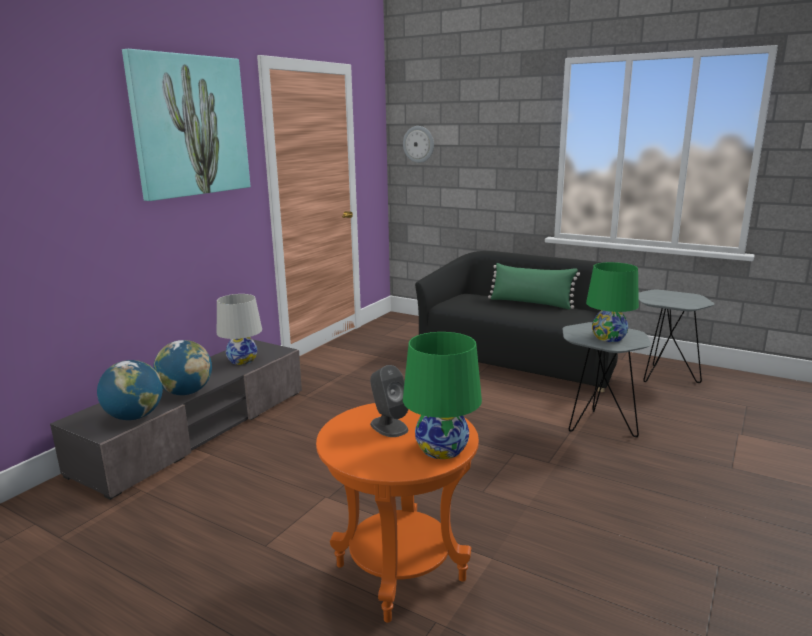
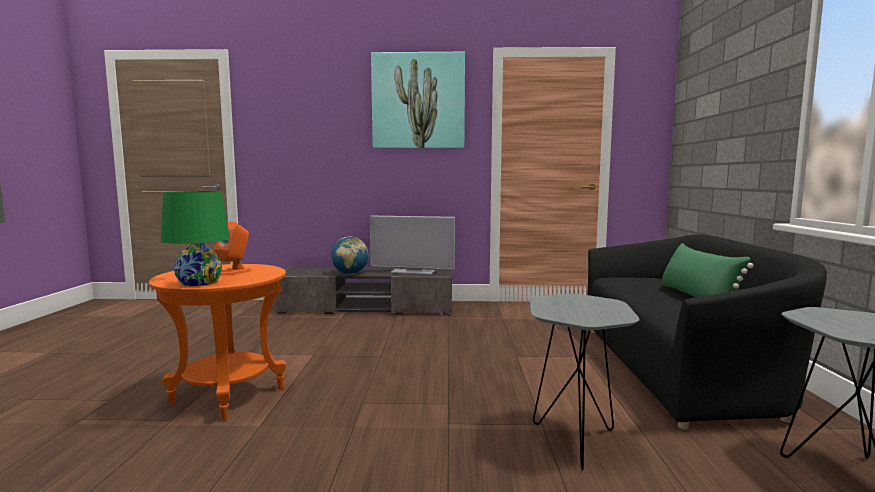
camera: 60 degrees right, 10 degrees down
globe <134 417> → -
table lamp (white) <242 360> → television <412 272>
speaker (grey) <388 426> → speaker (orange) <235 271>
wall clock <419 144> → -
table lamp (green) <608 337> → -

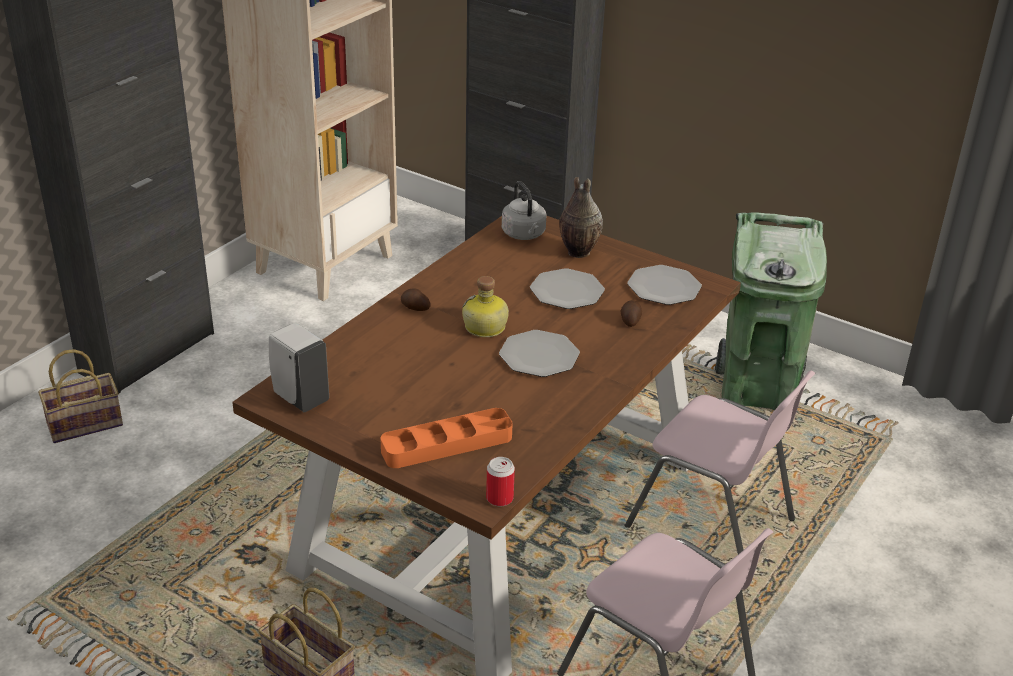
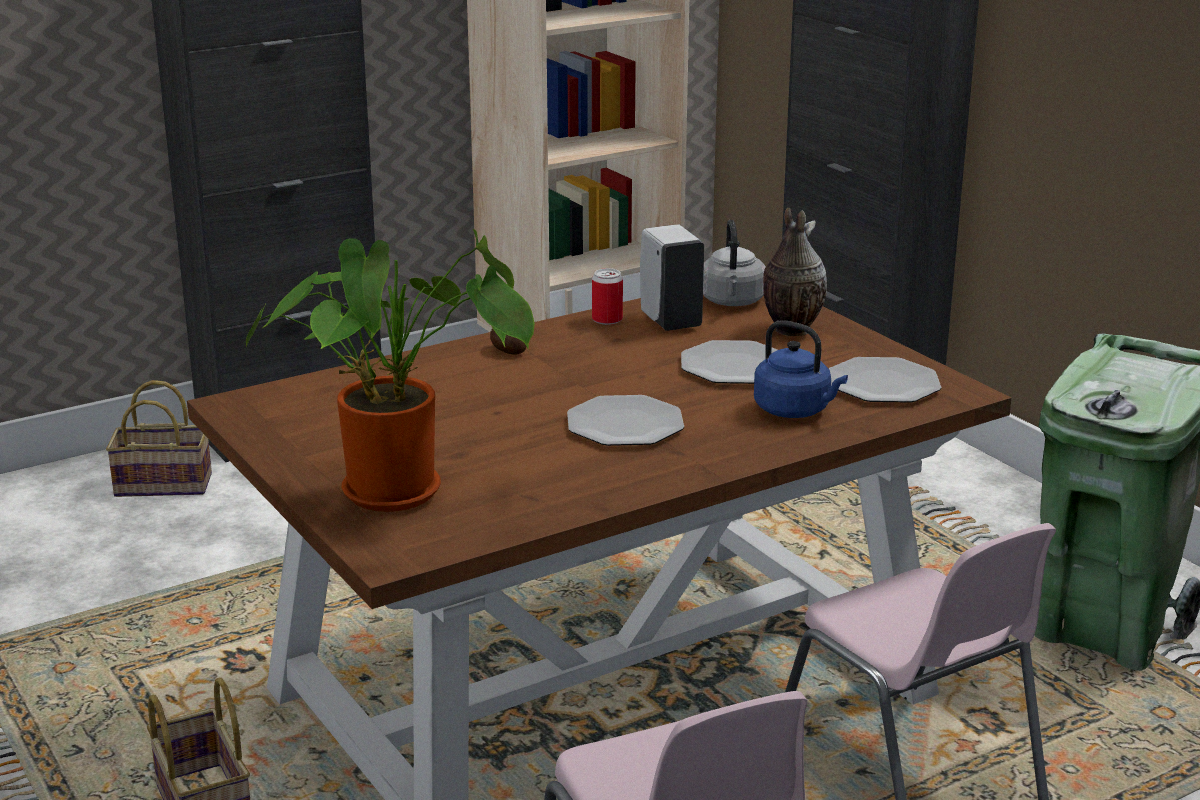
camera: 25 degrees right, 10 degrees down
soap dispenser (white) <300 398> → soap dispenser (white) <669 321>, move
tray (orange) <447 444> → potted plant <403 490>
bottle <485 328> → -
can <499 498> → can <607 320>, move
potato <630 320> → kettle (blue) <795 410>

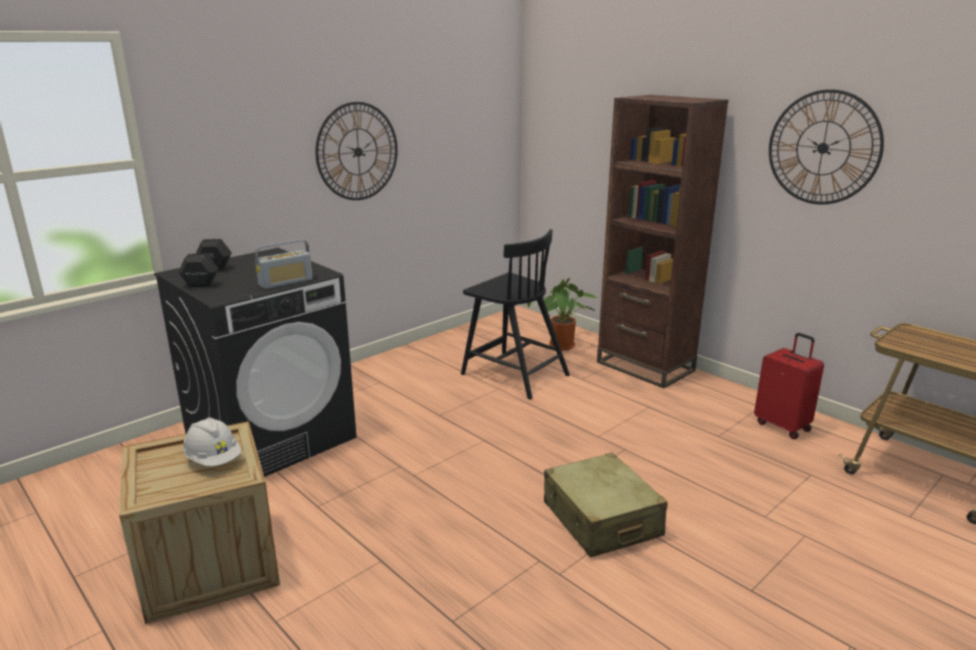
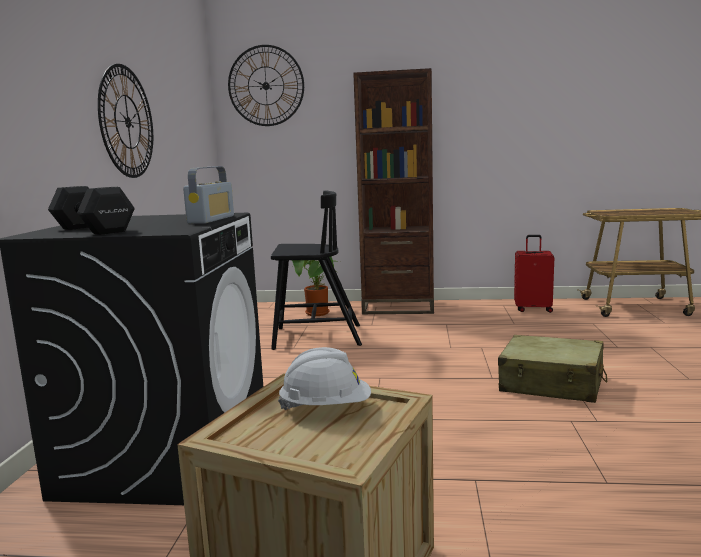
camera: 40 degrees left, 10 degrees down
wall clock <823 148> → wall clock <266 86>, move

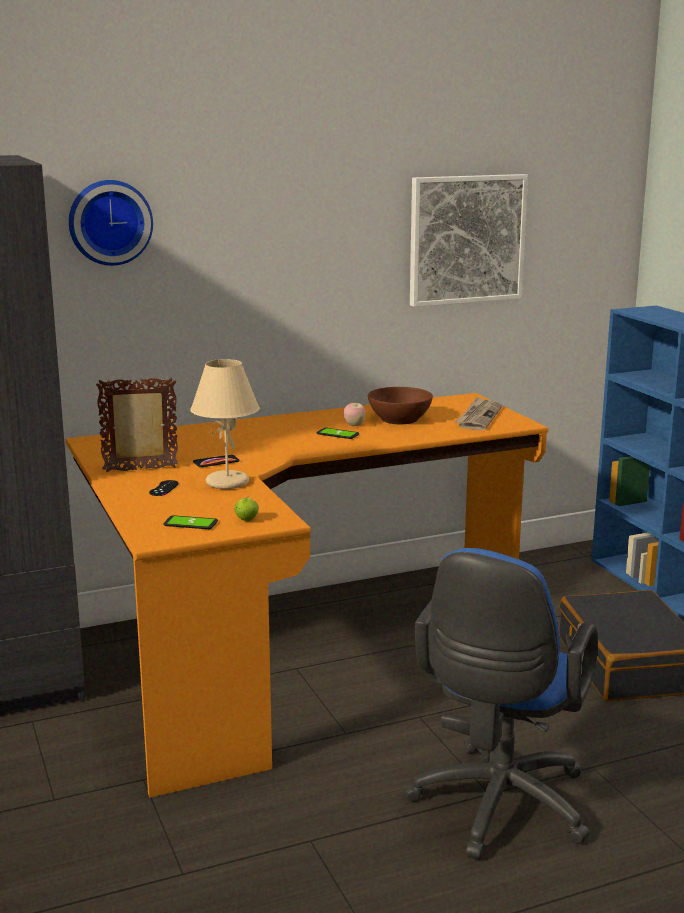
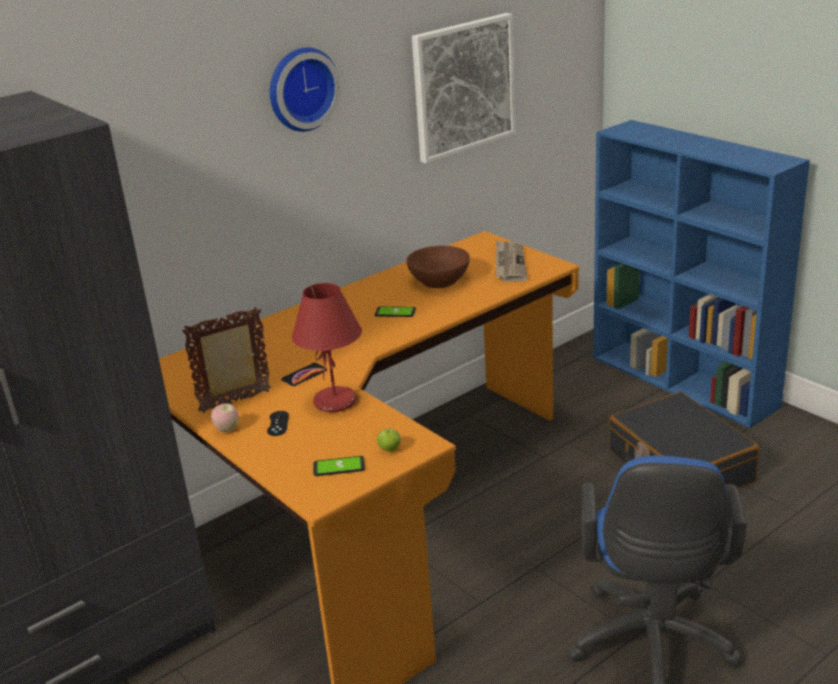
camera: 15 degrees left, 10 degrees up
wall clock <109 222> → wall clock <301 88>, move
table lamp (beige) <227 483> → table lamp (red) <335 402>
apple <354 425> → apple <227 429>, move

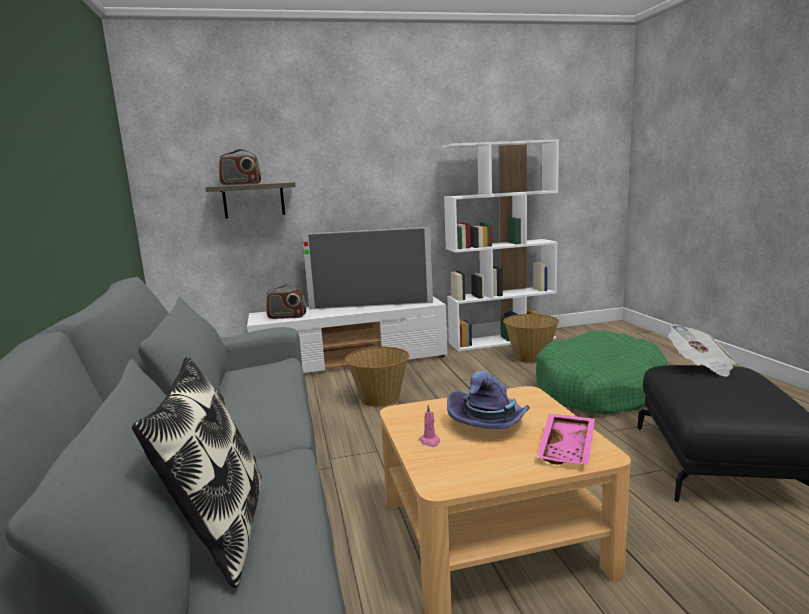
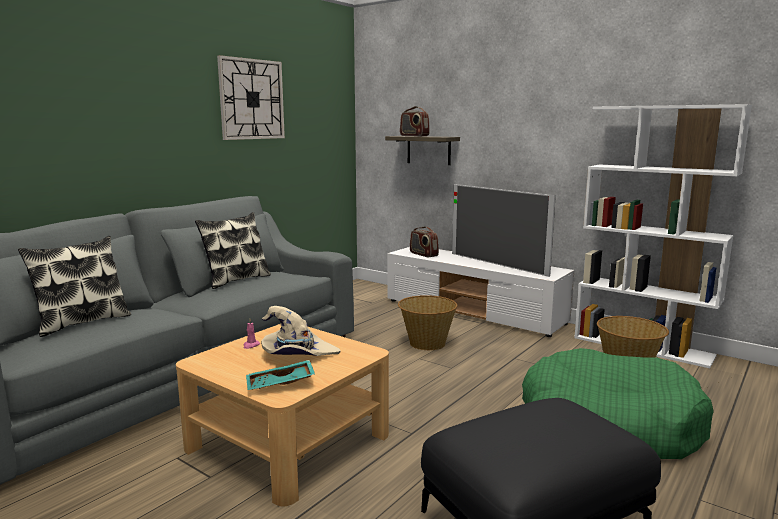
camera: 50 degrees right, 0 degrees up
hat (purple) <490 423> → hat (beige) <297 354>
tray (pink) <568 448> → tray (turquoise) <280 384>
newspaper <700 366> → -
- → pillow <236 280>
- → wall clock <252 99>

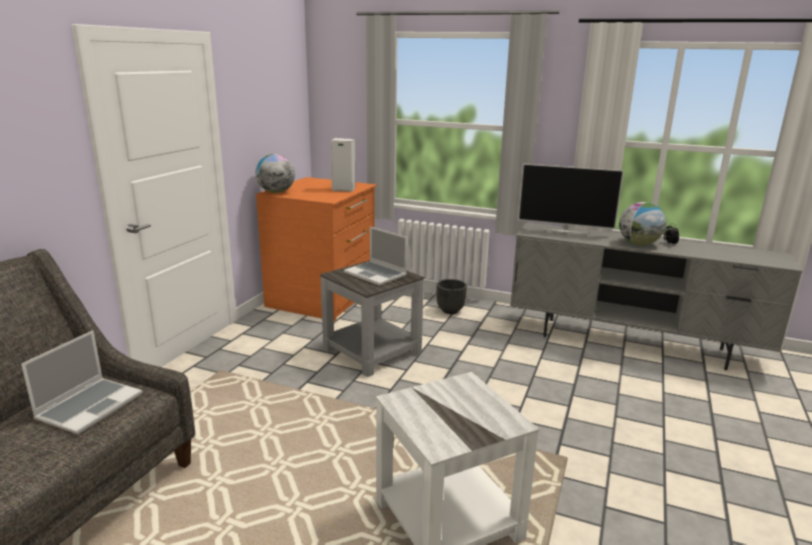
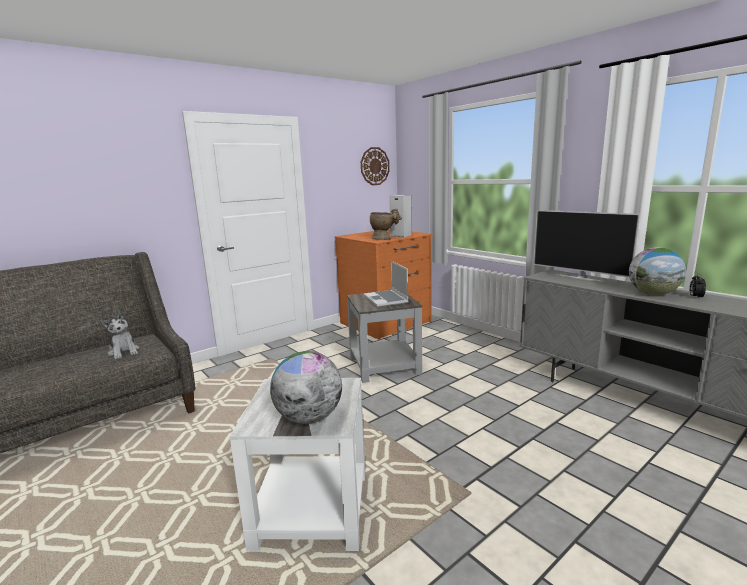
camera: 30 degrees right, 5 degrees down
laptop <90 406> → plush toy <124 352>
globe <276 192> → globe <309 418>, move
planter (black) <450 310> → -
- → wall clock <374 166>
- → vase (beige) <384 238>

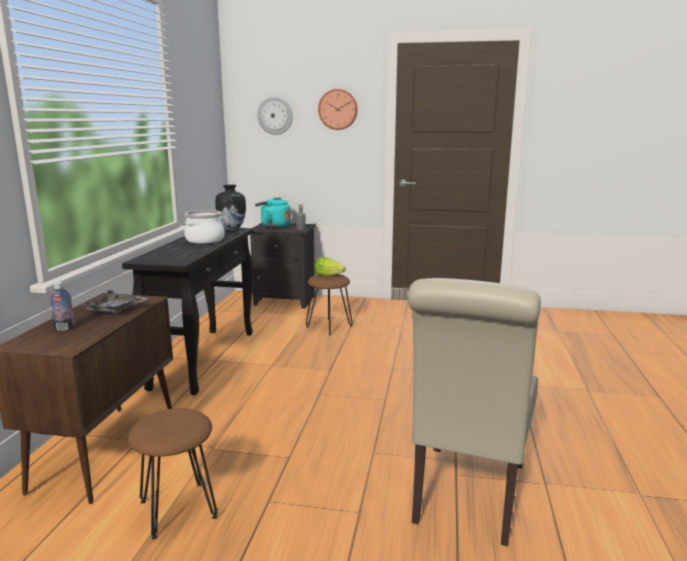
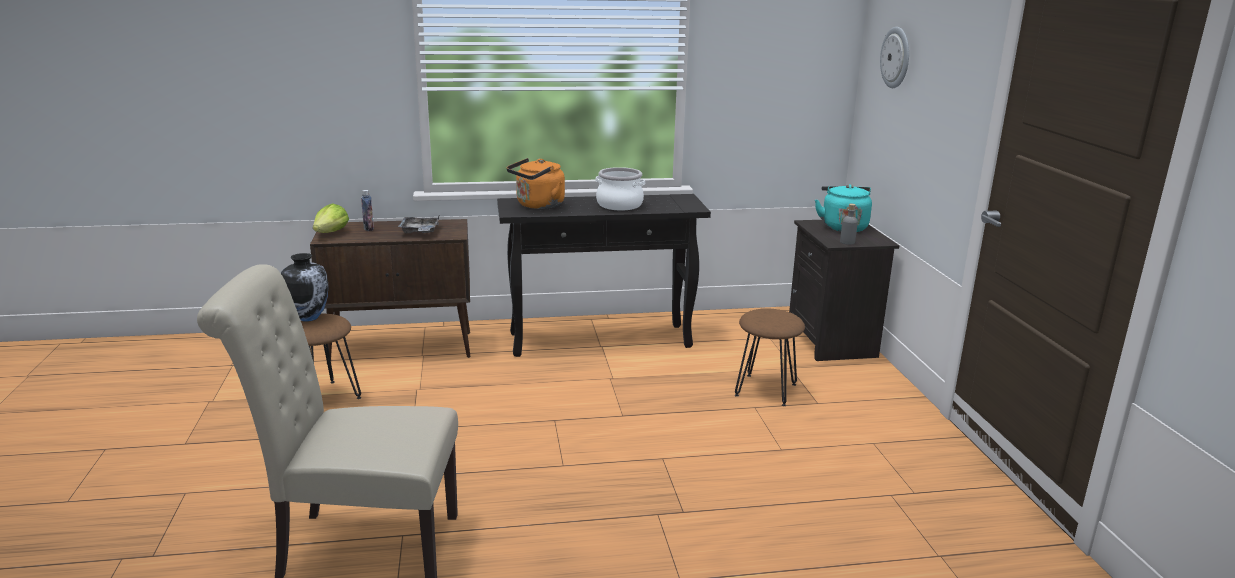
camera: 70 degrees right, 5 degrees up
vase <231 229> → vase <309 317>, move
lettuce <329 275> → lettuce <331 233>, move
wall clock <338 109> → -
- → kettle (orange) <538 205>

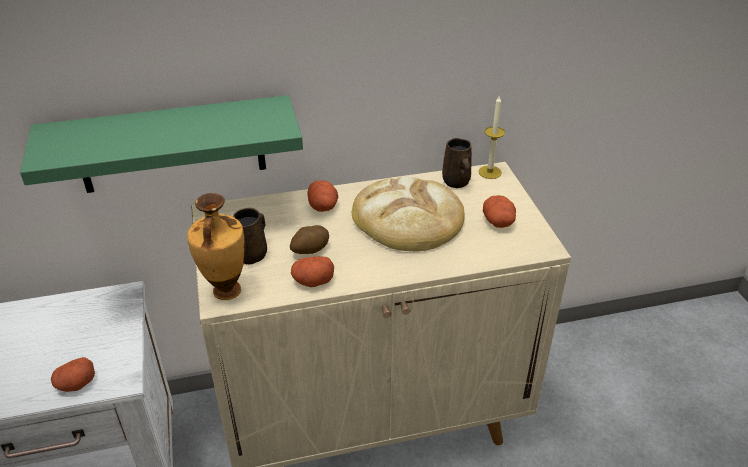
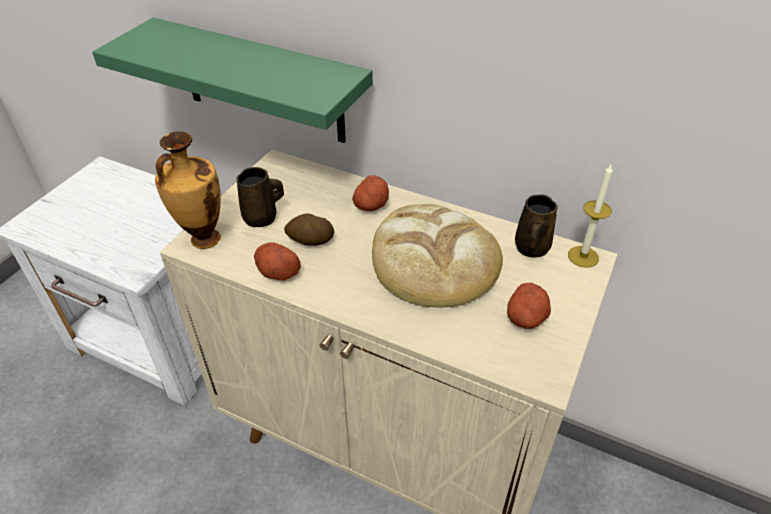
camera: 40 degrees right, 5 degrees up
potato <76 384> → -

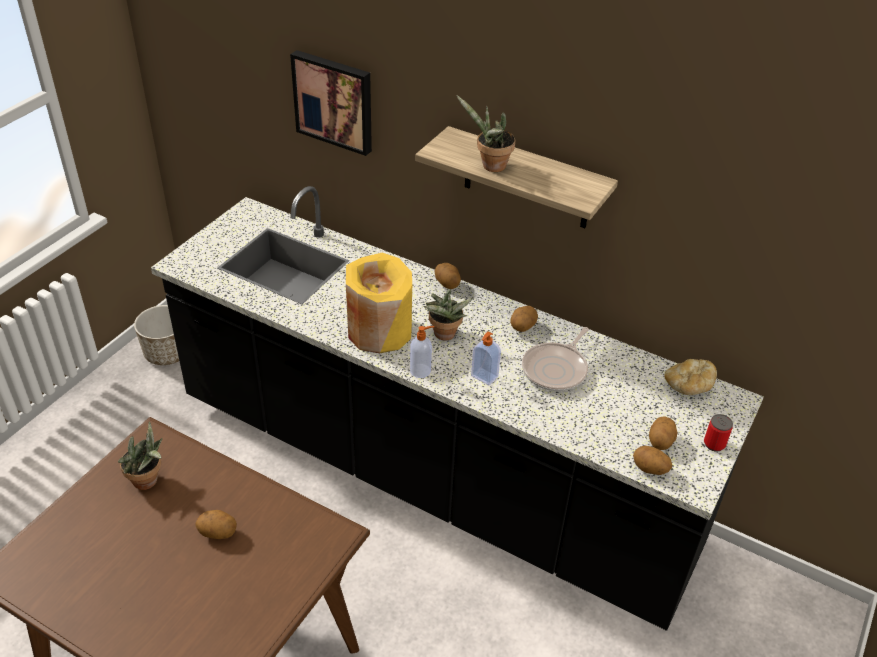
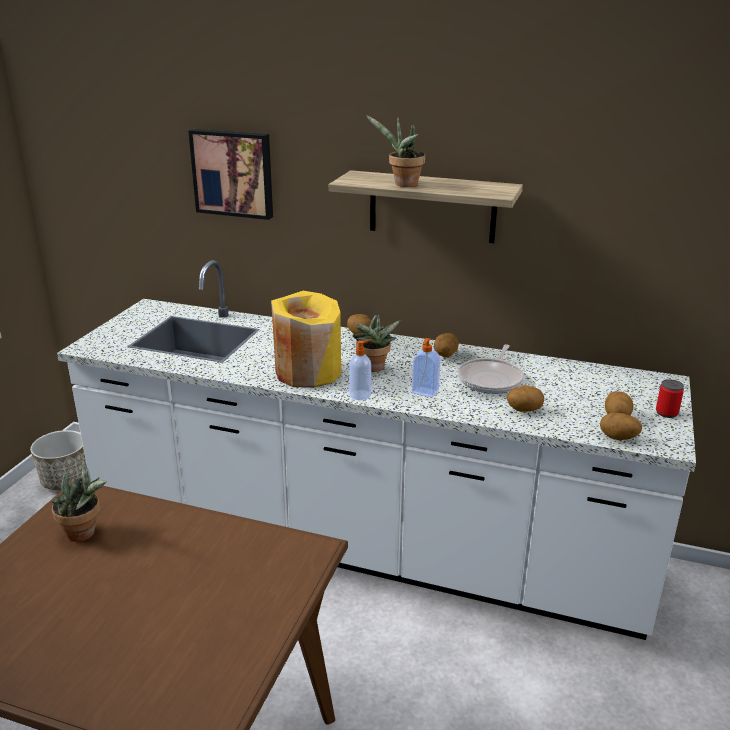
camera: 10 degrees left, 15 degrees down
counter (black) <432 473> → counter (white) <364 543>
potato <218 533> → potato <524 410>, move
bread <688 386> → -

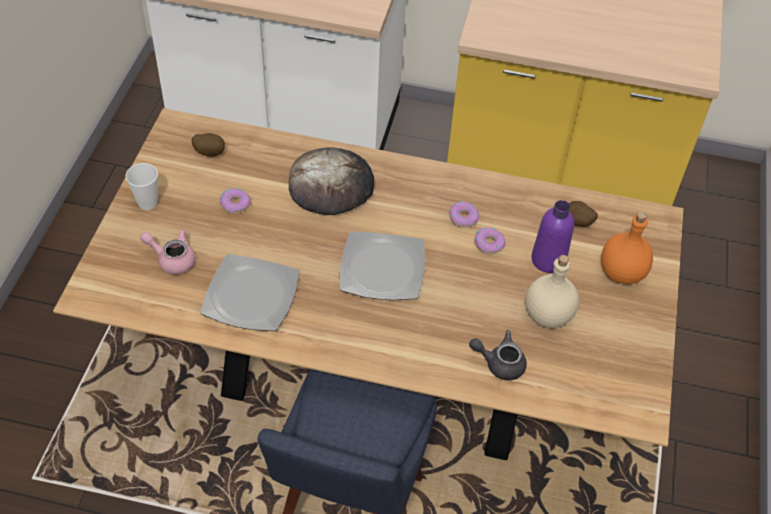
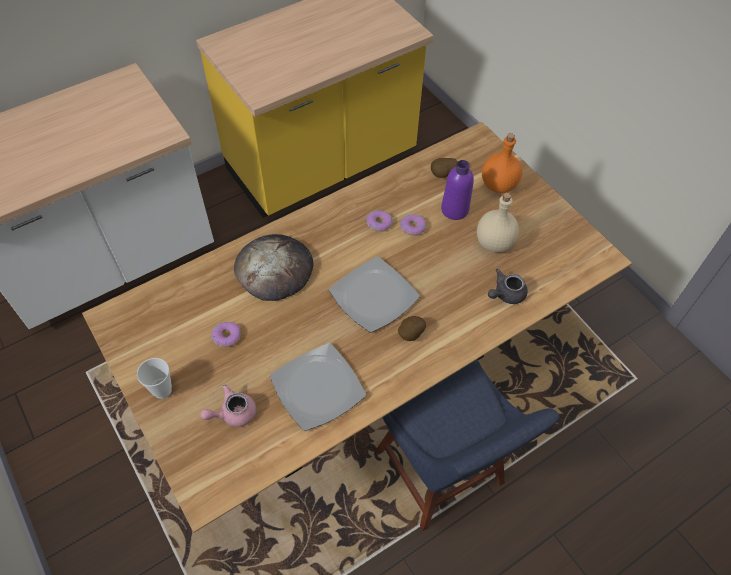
camera: 45 degrees left, 5 degrees up
potato <210 152> → potato <410 334>, move

